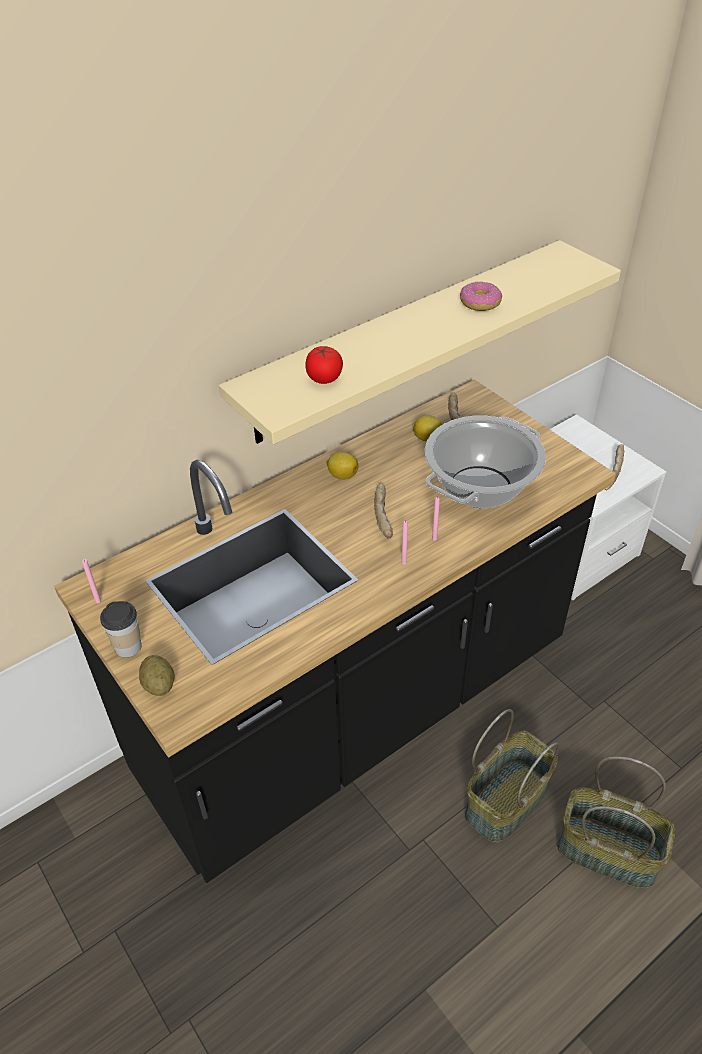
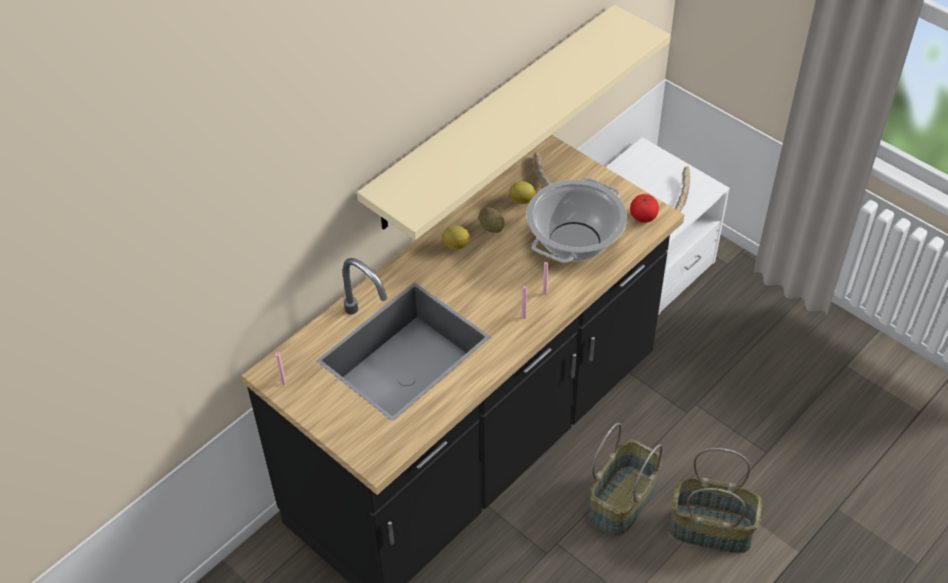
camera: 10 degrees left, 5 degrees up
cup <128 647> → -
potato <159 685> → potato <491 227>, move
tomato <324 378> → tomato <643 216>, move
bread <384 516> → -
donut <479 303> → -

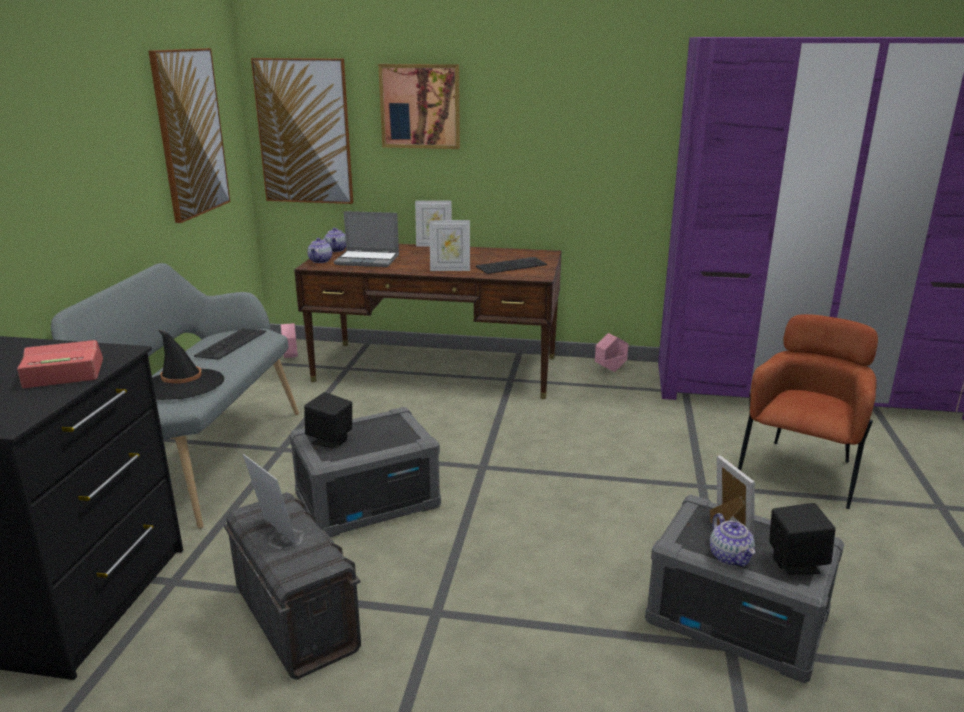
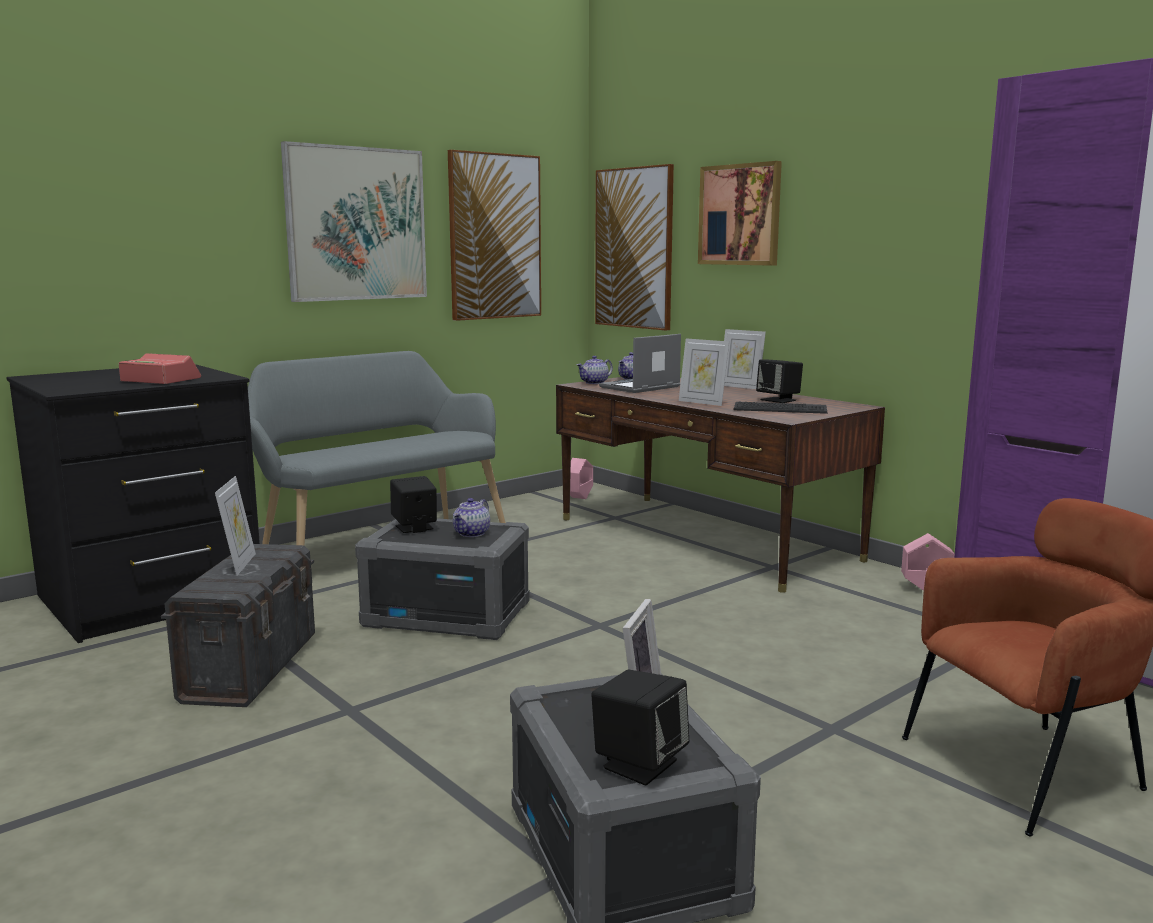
camera: 40 degrees right, 10 degrees down
hat (black) <182 385> → -
keyboard <231 344> → -
laptop <368 260> → laptop <640 387>, 90 degrees clockwise
teapot <730 557> → teapot <472 533>, move
- → picture <356 224>
- → speaker (black) <779 400>

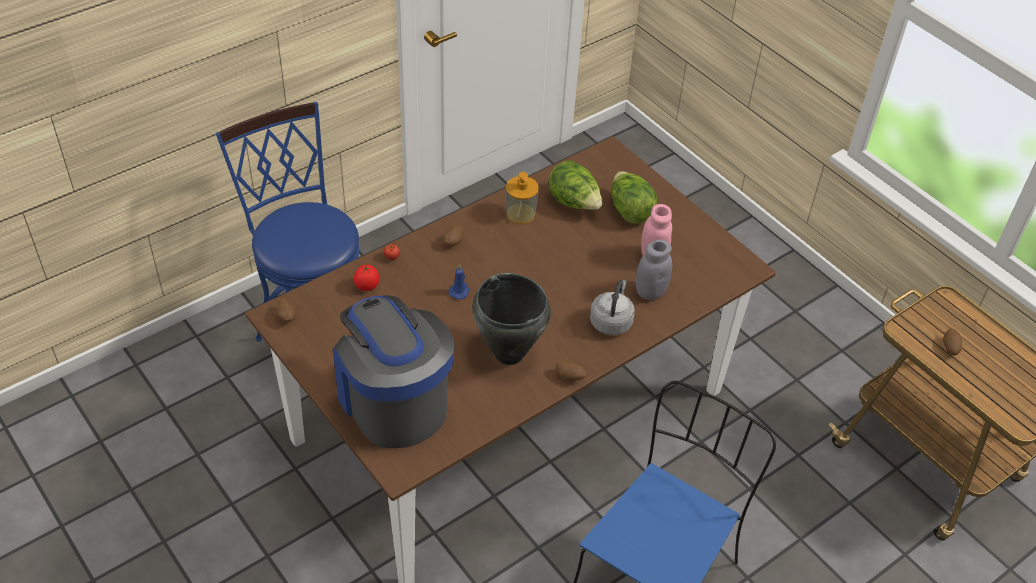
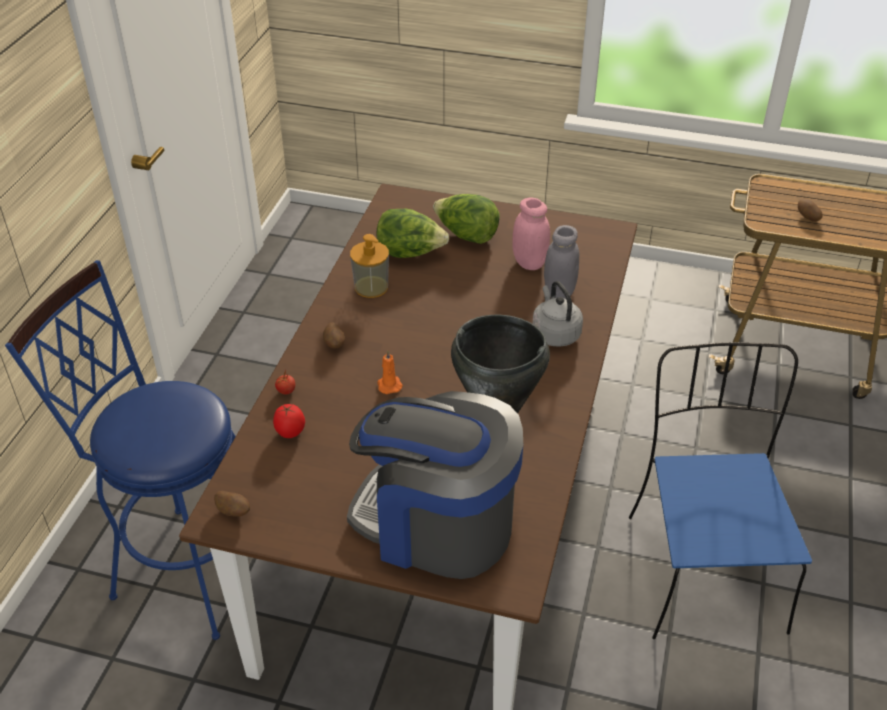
camera: 35 degrees left, 5 degrees down
candle (blue) <459 291> → candle (orange) <389 384>
potato <570 376> → -

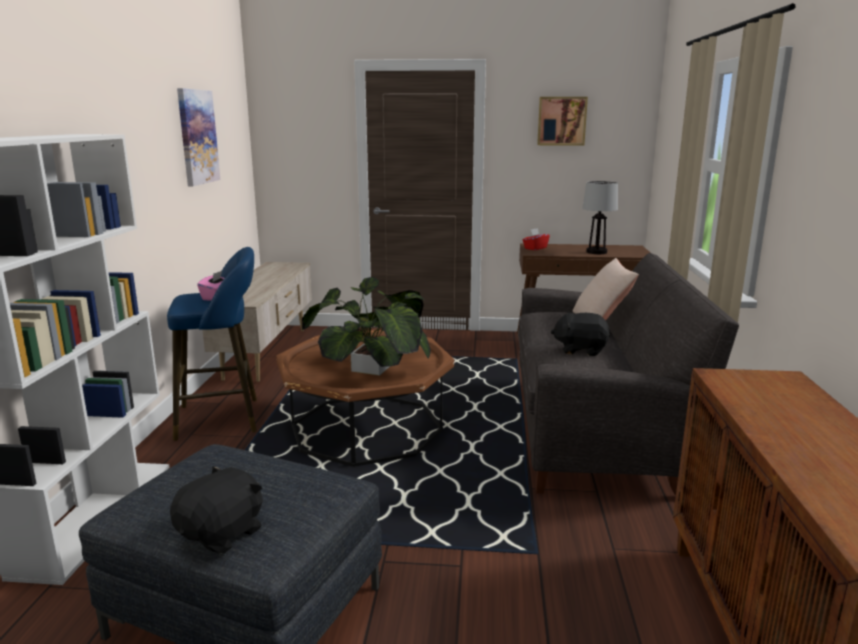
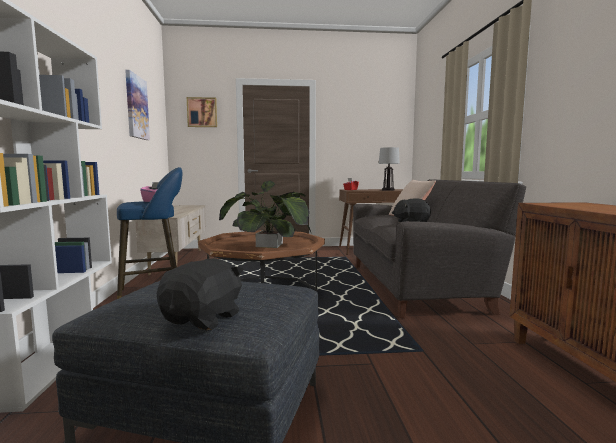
camera: 10 degrees left, 10 degrees down
picture <561 121> → picture <202 112>, move

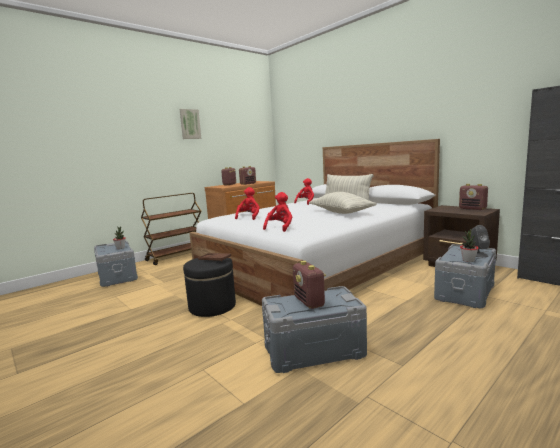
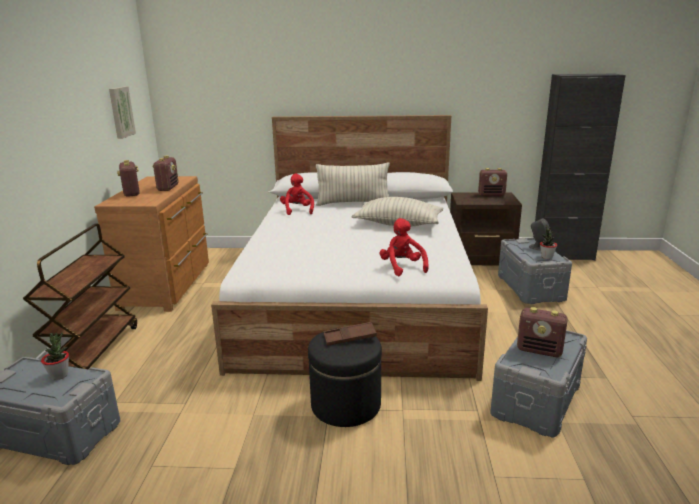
camera: 45 degrees left, 10 degrees up
picture <190 124> → picture <120 112>, move
plush toy (red) <249 217> → -

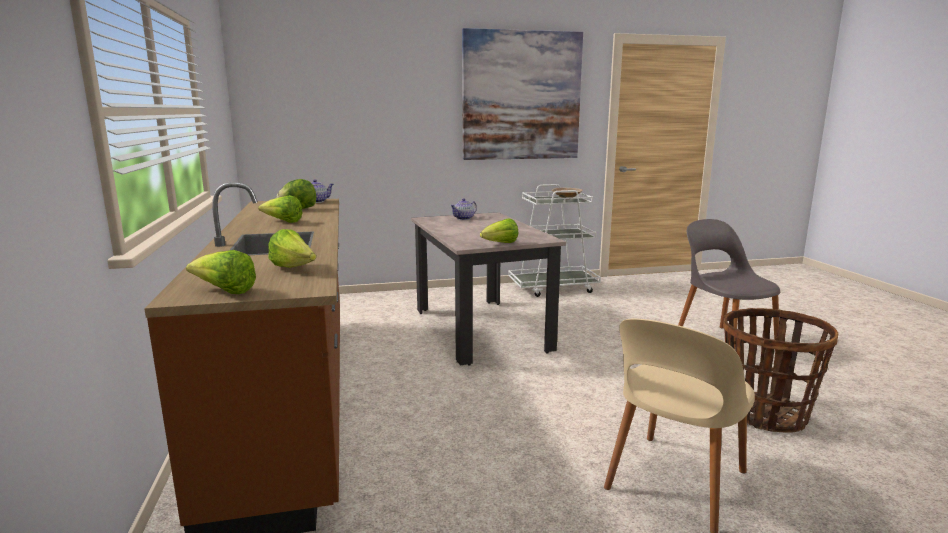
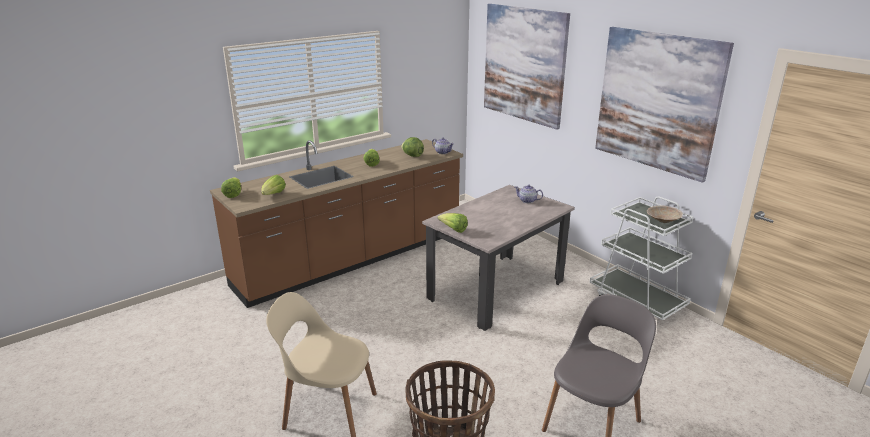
camera: 65 degrees right, 10 degrees up
- → picture <524 64>

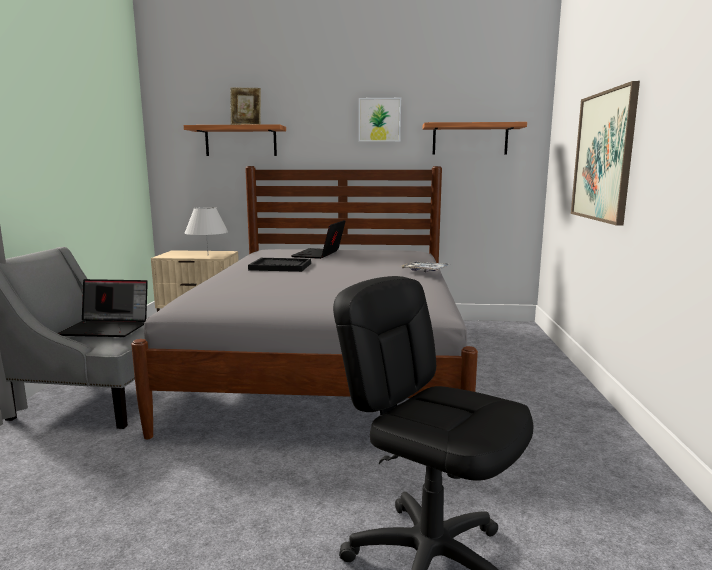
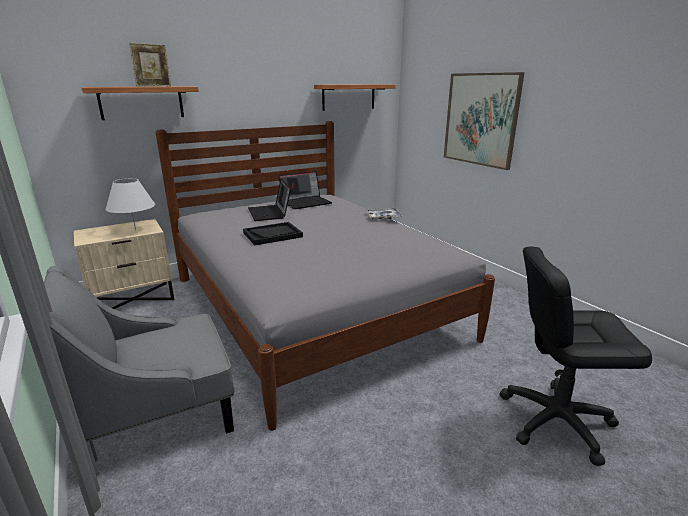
camera: 35 degrees left, 10 degrees up
laptop <107 328> → laptop <306 202>, move
picture <379 120> → -

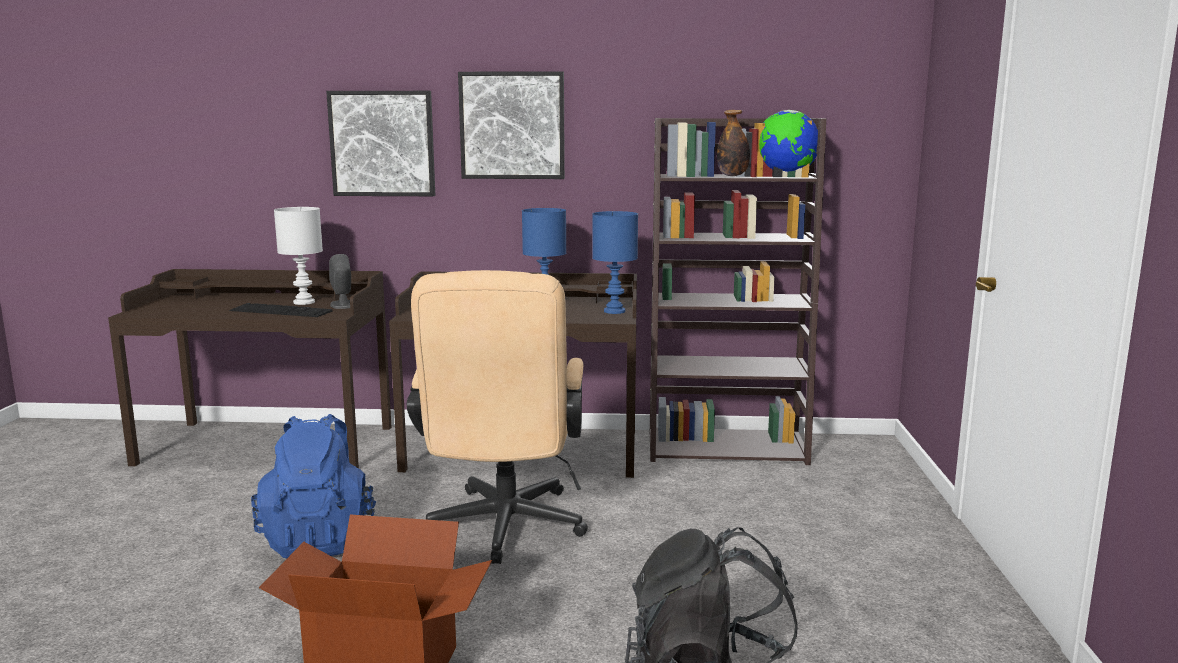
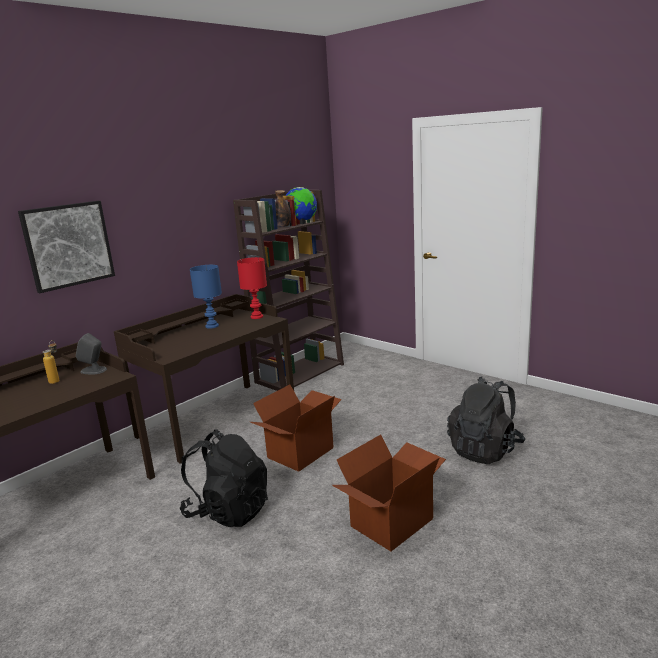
camera: 50 degrees left, 5 degrees up
keyboard <280 311> → -
backpack (blue) <319 539> → backpack (black) <228 511>
table lamp (white) <303 302> → bottle <57 380>
office chair (beige) <503 530> → cardboard box <299 452>
picture <512 125> → -
table lamp (blue) <613 311> → table lamp (red) <256 317>

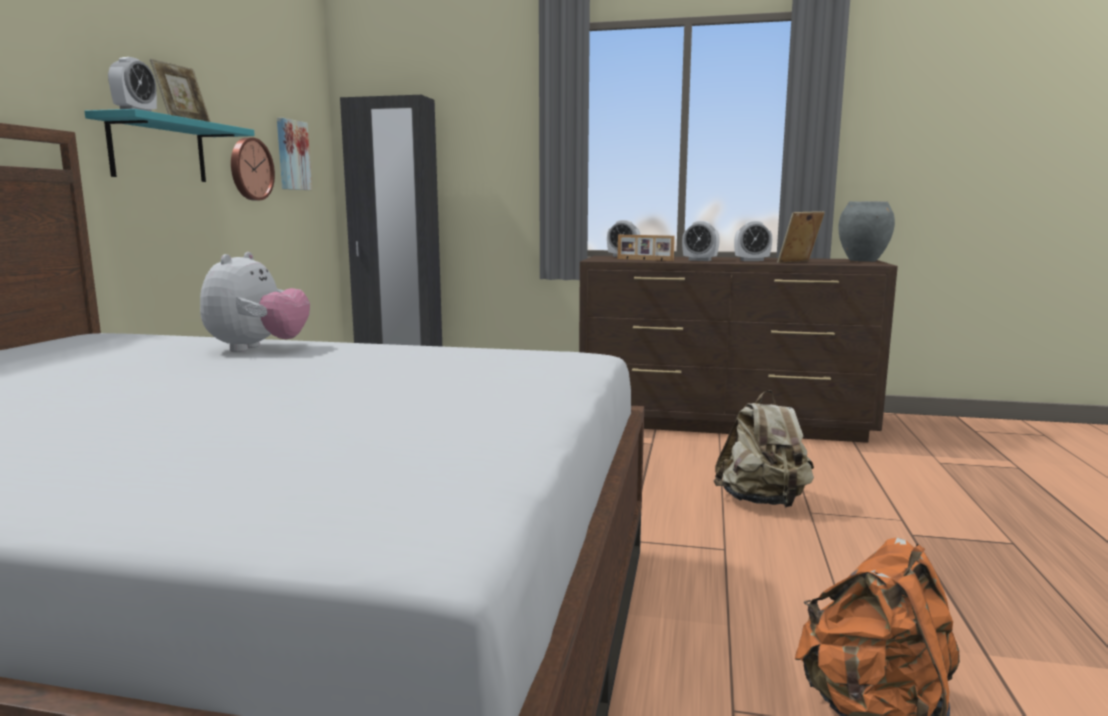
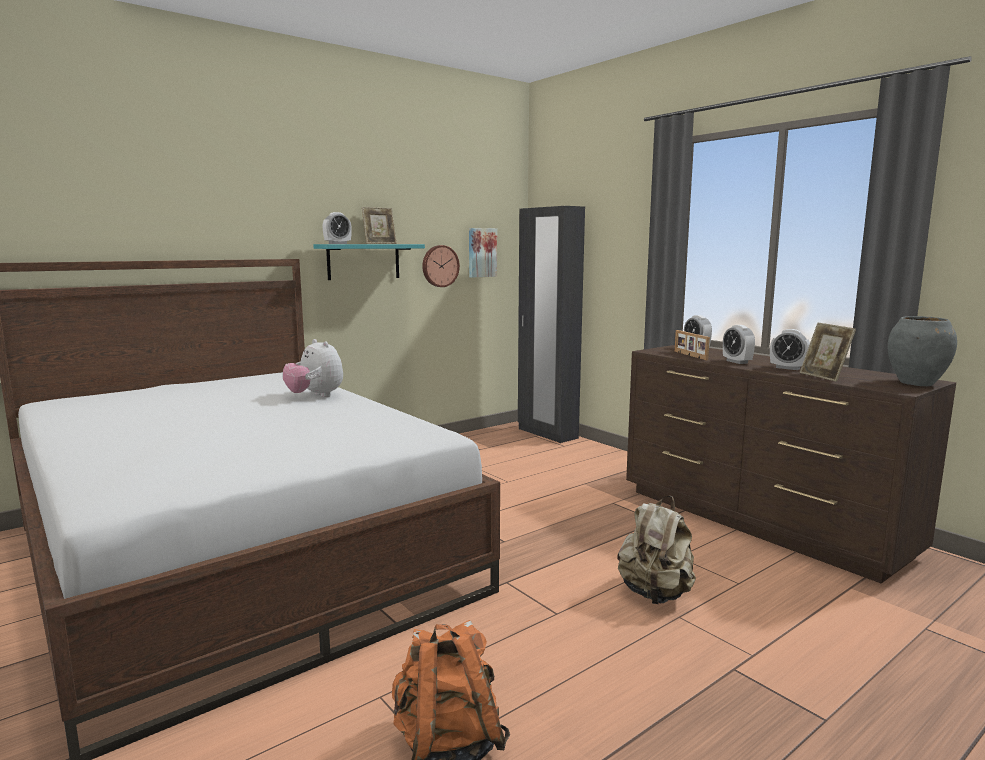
camera: 40 degrees right, 0 degrees up
plush toy <258 349> → plush toy <315 396>, 90 degrees clockwise
picture frame <799 262> → picture frame <824 377>, 120 degrees counterclockwise

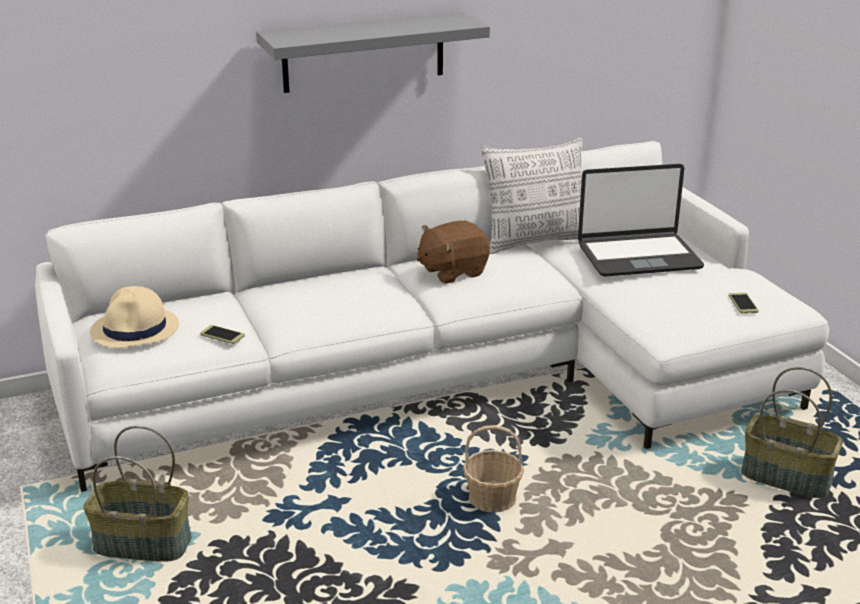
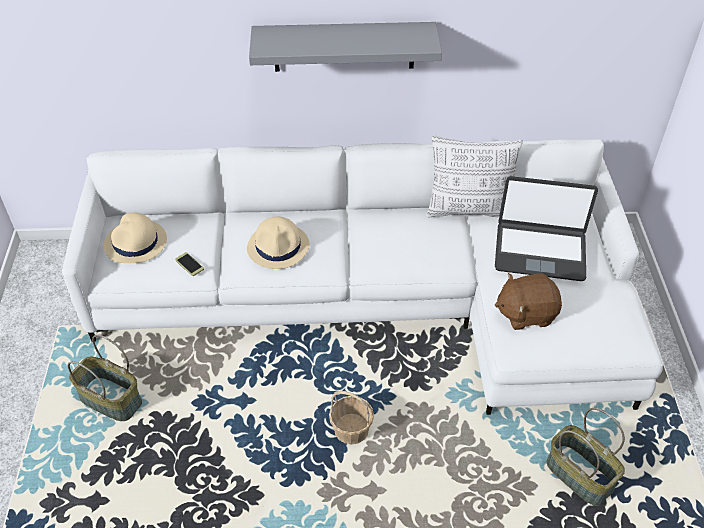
camera: 20 degrees right, 20 degrees up
plush toy (brown) <452 271> → plush toy (brown) <526 313>, move
phone <743 304> → -
- → hat (beige) <278 247>

